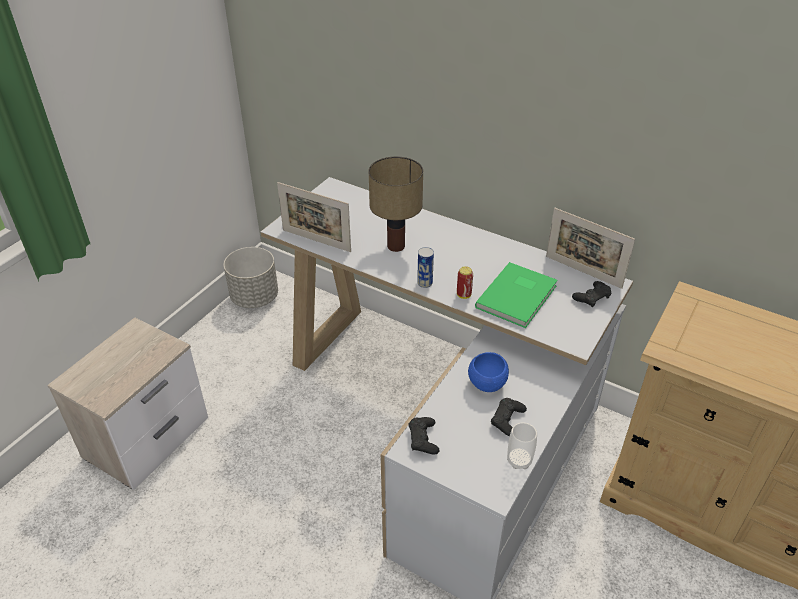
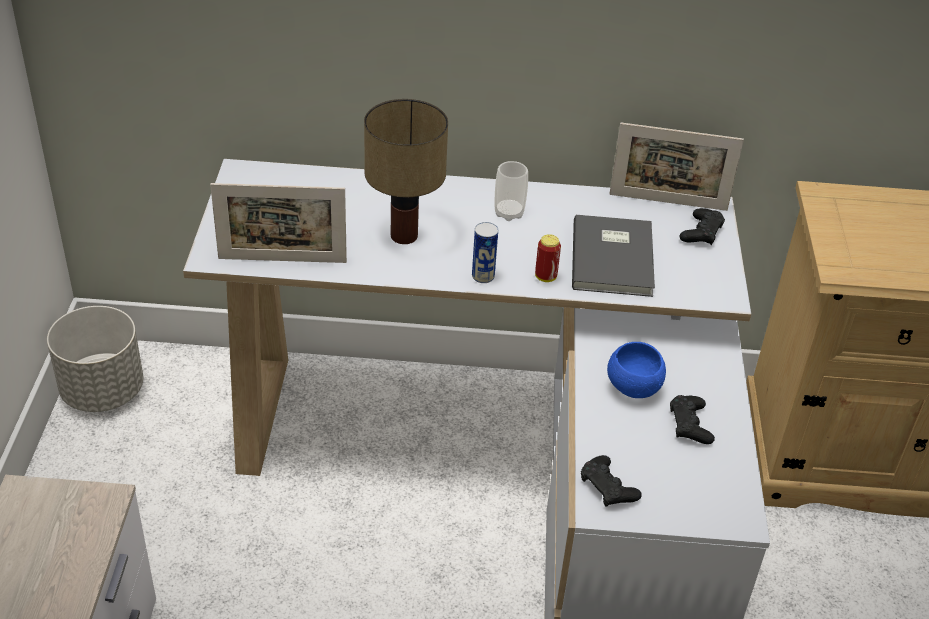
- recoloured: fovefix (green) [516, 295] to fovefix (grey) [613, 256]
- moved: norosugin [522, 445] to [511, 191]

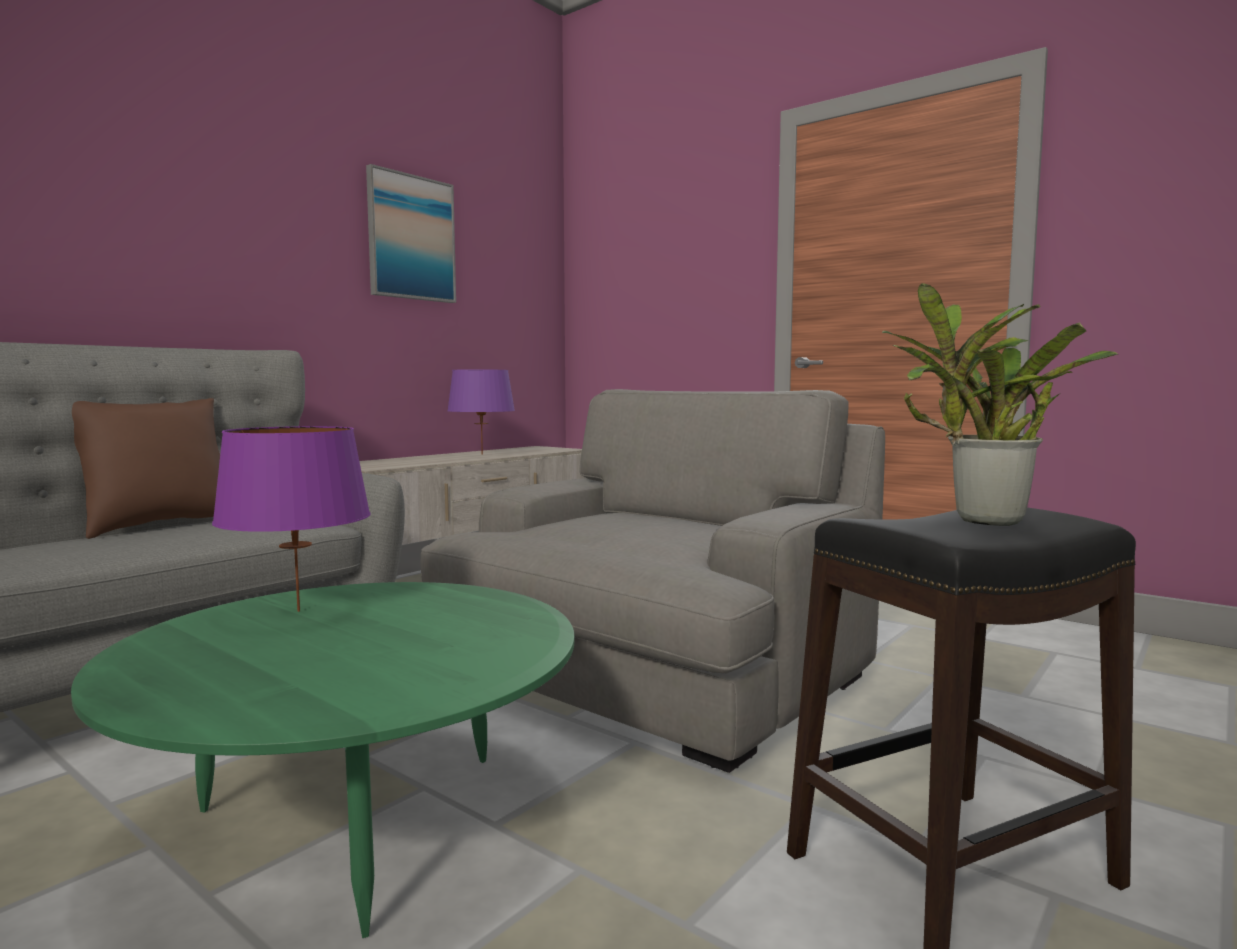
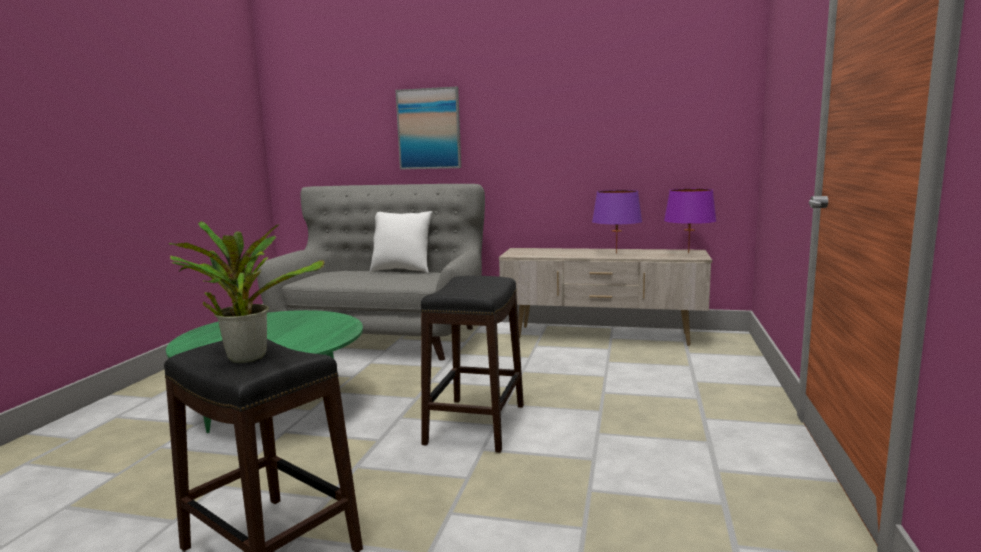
- moved: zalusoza [411, 233] to [428, 128]
- replaced: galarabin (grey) [653, 581] to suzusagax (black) [472, 364]
- recoloured: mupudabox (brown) [146, 468] to mupudabox (white) [401, 242]
- moved: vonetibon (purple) [291, 519] to [690, 221]

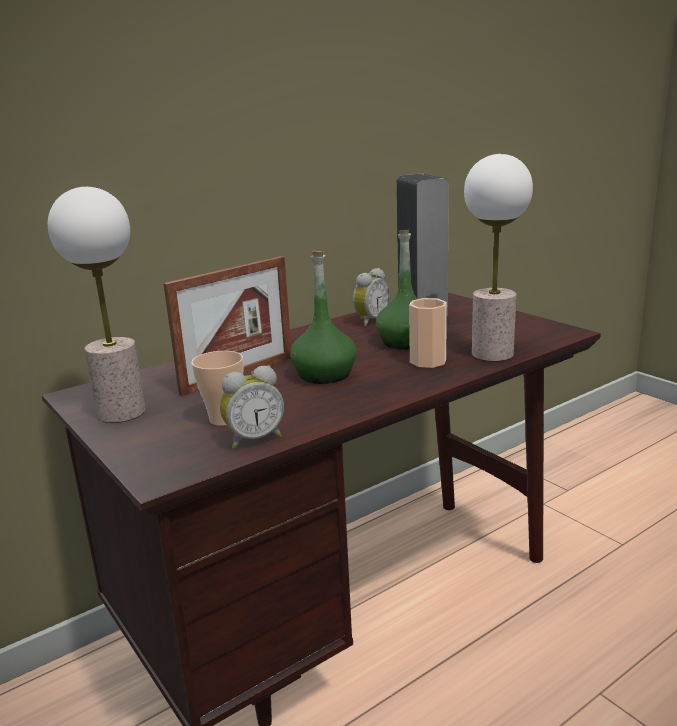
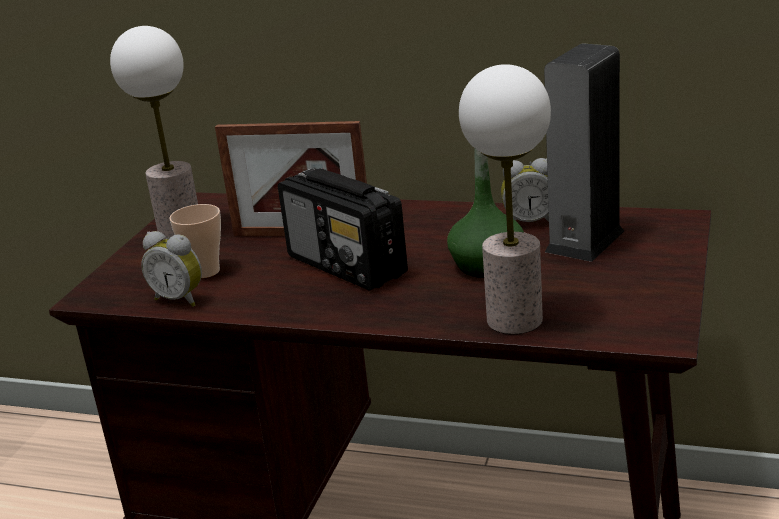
- replaced: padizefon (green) [323, 317] to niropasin [343, 229]
- removed: norosugin [428, 333]

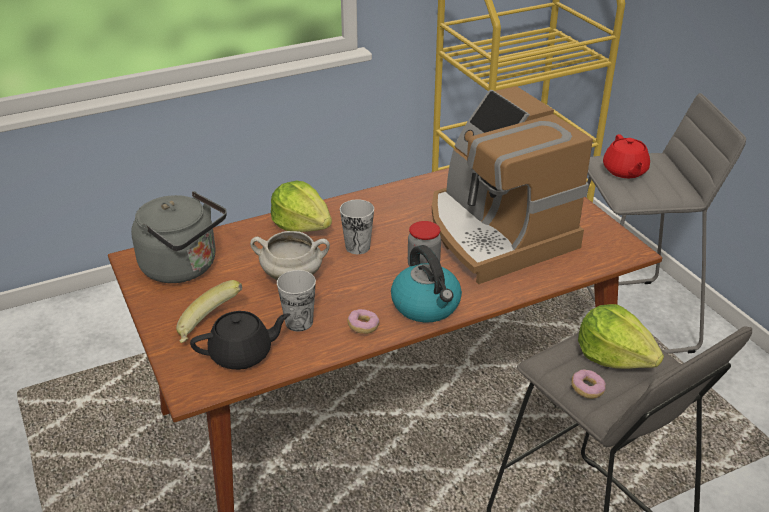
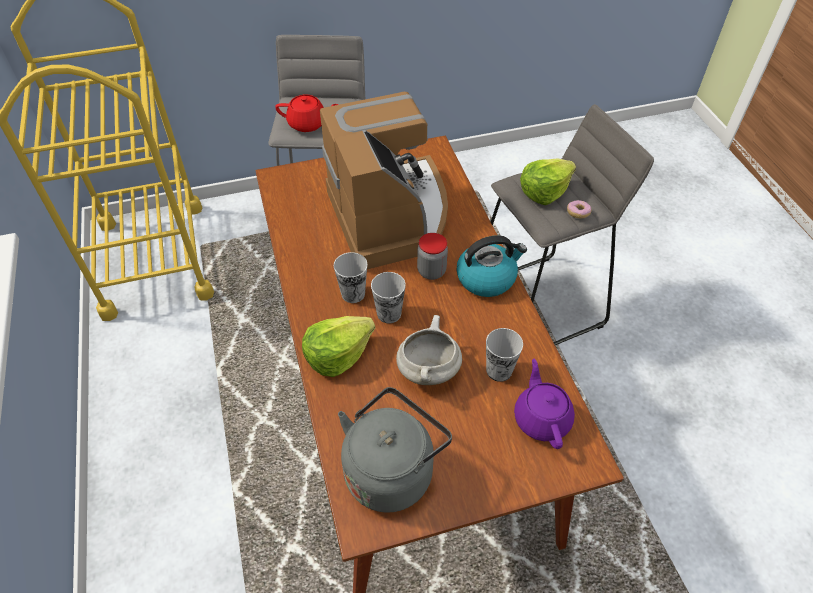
- turned: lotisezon [512, 185] = [384, 180] 90 degrees counterclockwise
- removed: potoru [209, 311]
- removed: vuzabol [363, 321]
- recoloured: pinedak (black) [240, 340] to pinedak (purple) [544, 403]
- added: norosugin [350, 277]

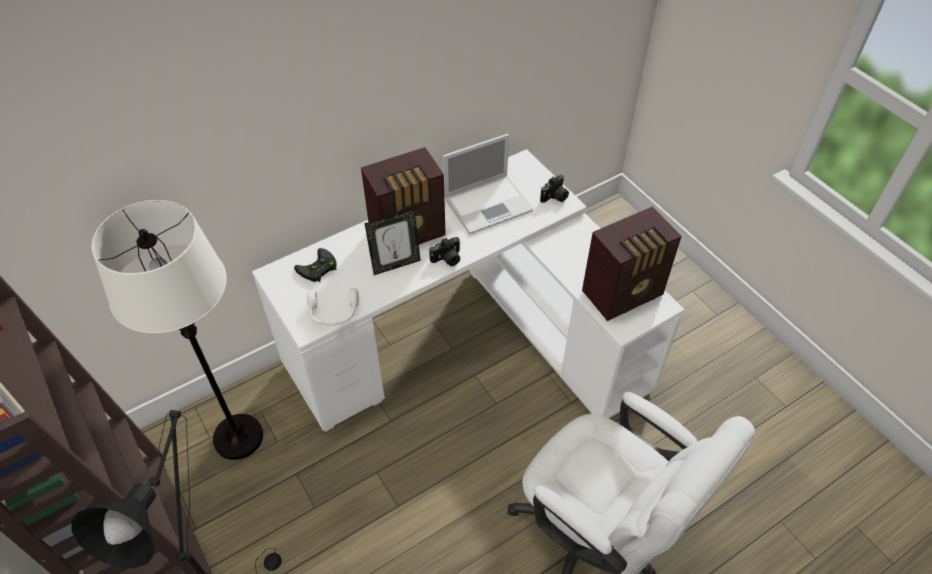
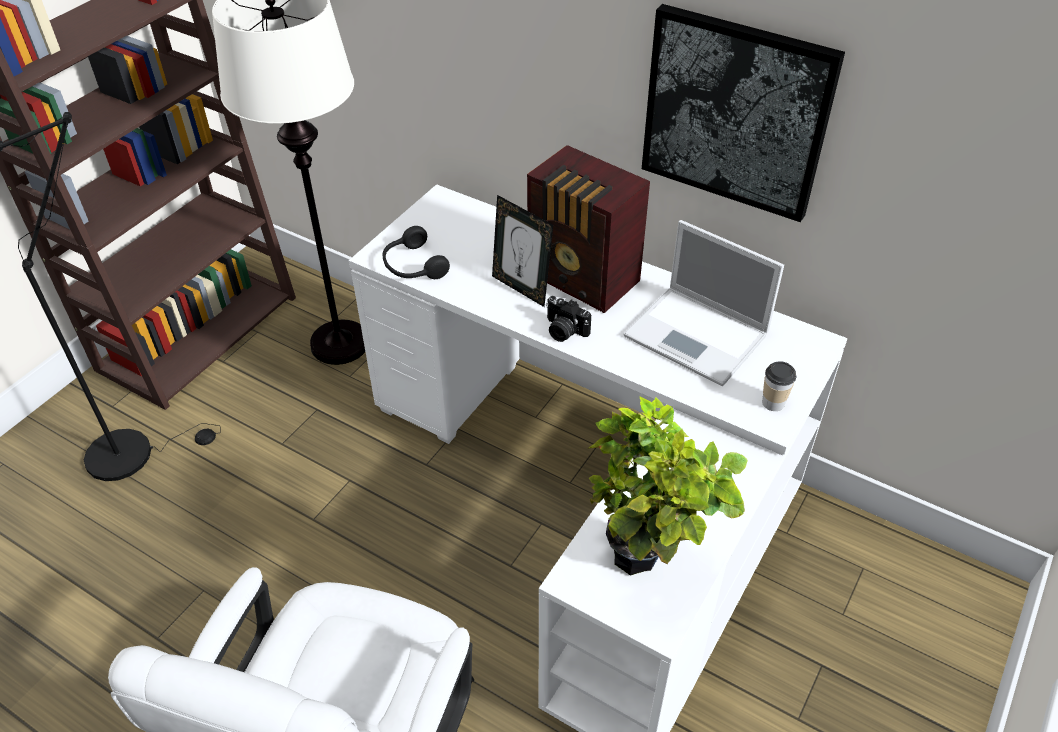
- replaced: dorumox [554, 189] to norosugin [779, 386]
- replaced: niropasin [632, 264] to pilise [667, 485]
- removed: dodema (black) [315, 265]
- recoloured: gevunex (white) [333, 307] to gevunex (black) [416, 252]
- added: zalusoza [743, 113]

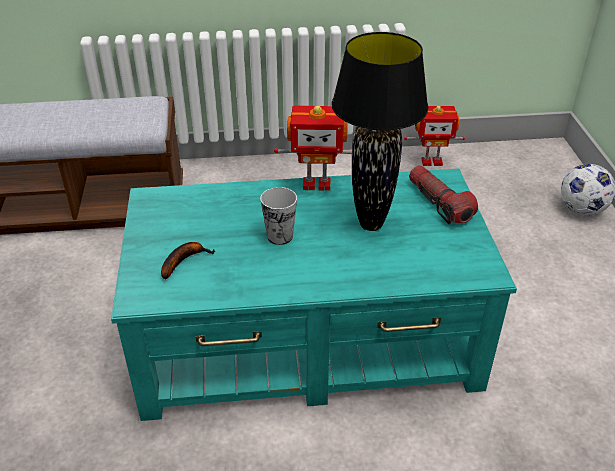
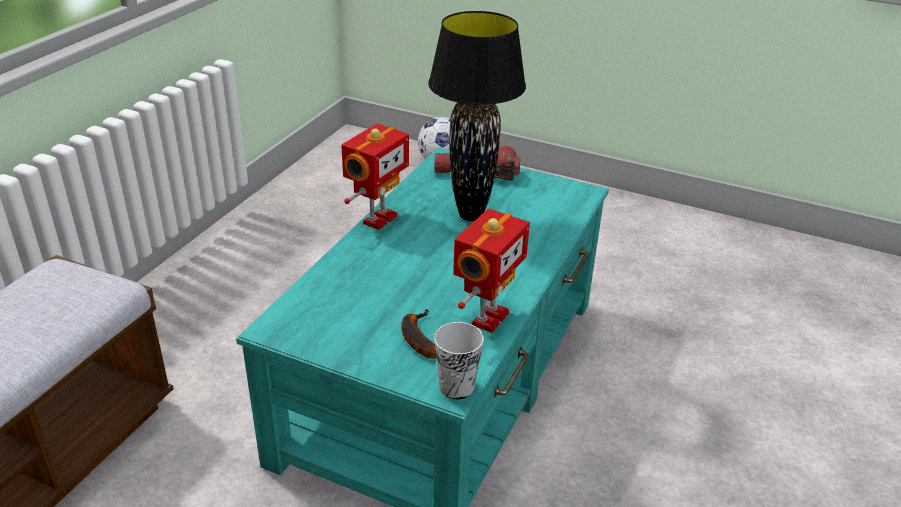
- moved: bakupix [434, 136] to [491, 271]
- moved: norosugin [278, 216] to [459, 361]

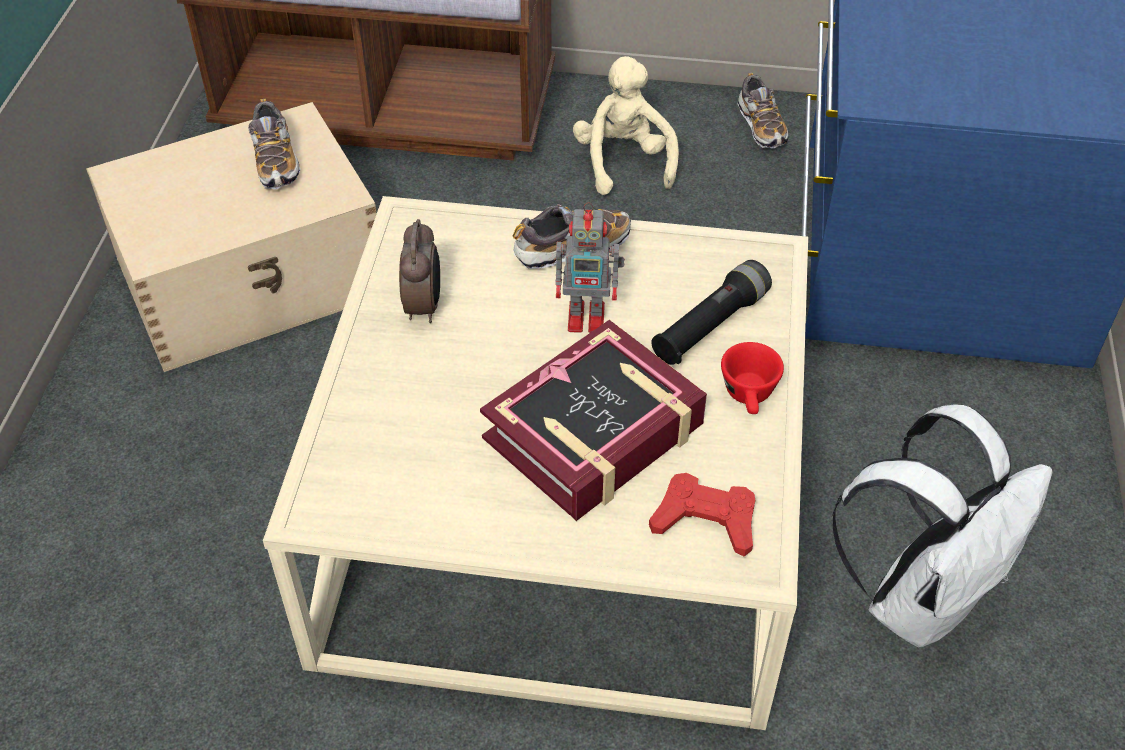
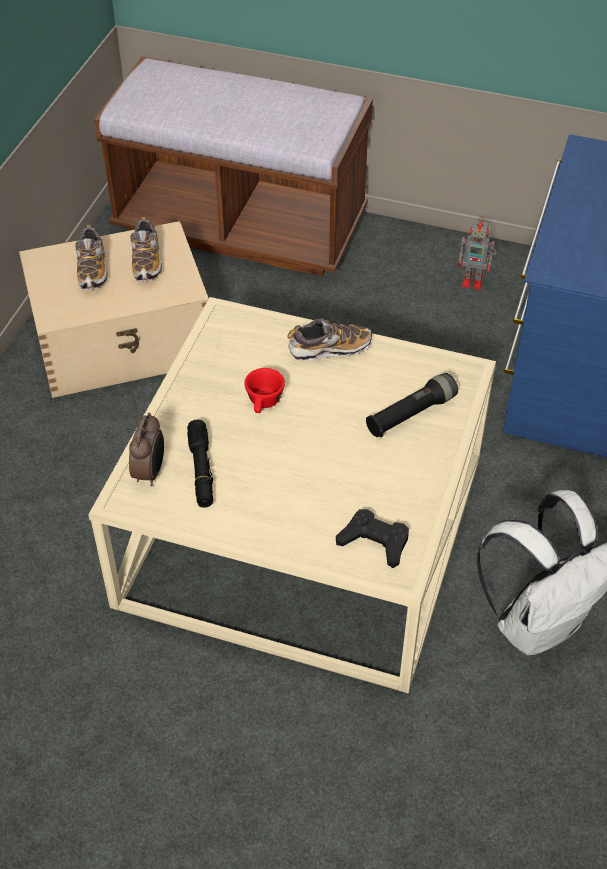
- removed: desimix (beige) [626, 125]
- moved: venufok [763, 111] to [91, 257]
- moved: bakupix [590, 267] to [477, 253]
- moved: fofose [419, 271] to [146, 449]
- removed: fovefix [593, 420]
- moved: norosugin (red) [752, 378] to [264, 390]
- recoloured: dodema (red) [702, 515] to dodema (black) [372, 538]
- added: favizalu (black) [200, 464]

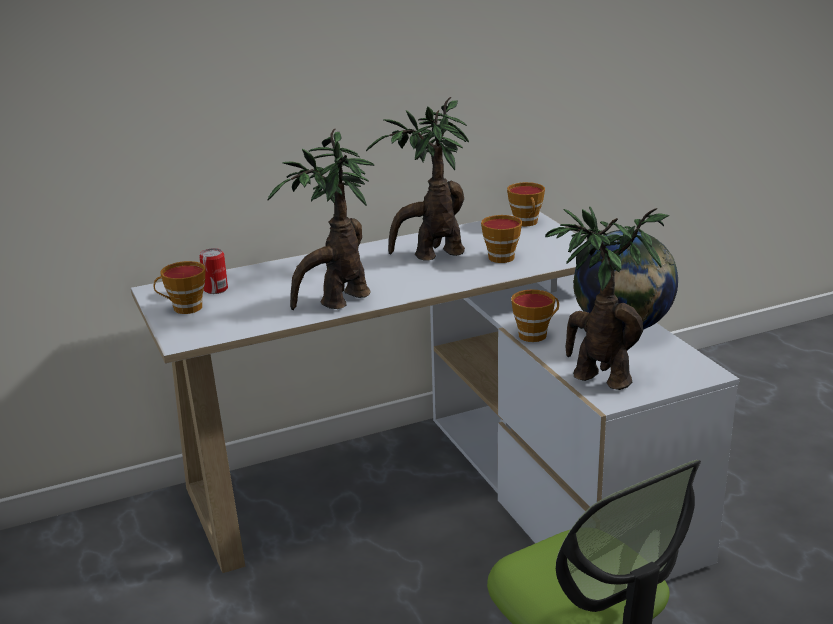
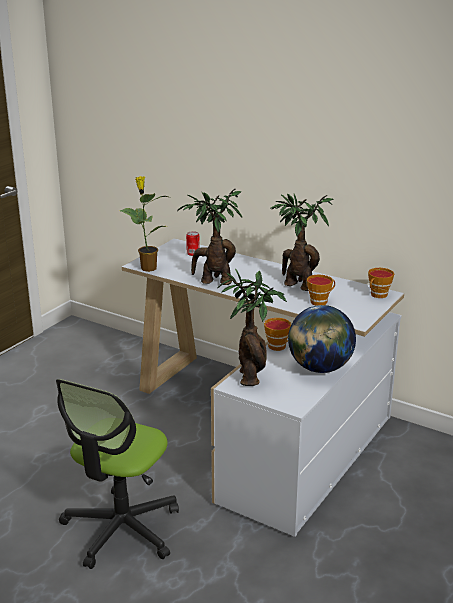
- removed: norosugin [179, 287]
- added: pilise [146, 224]

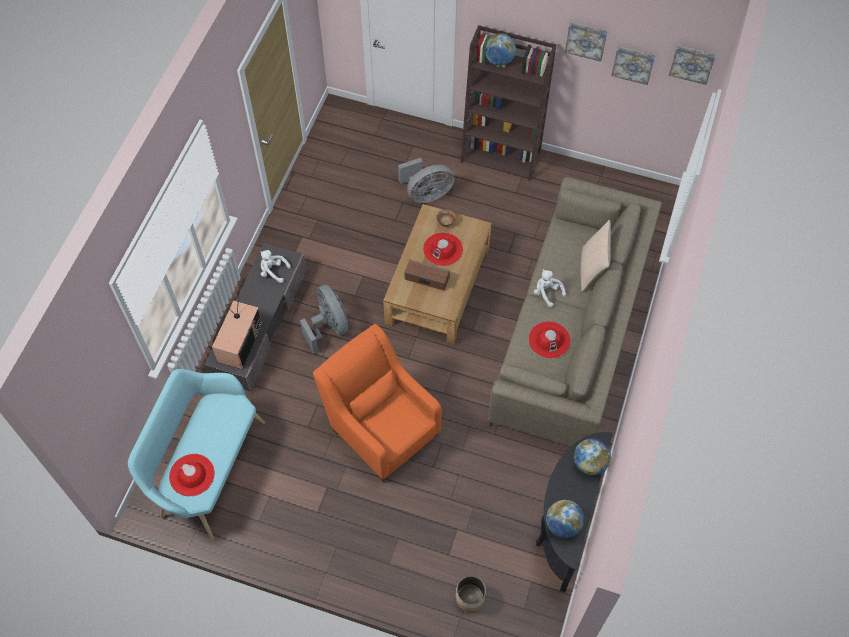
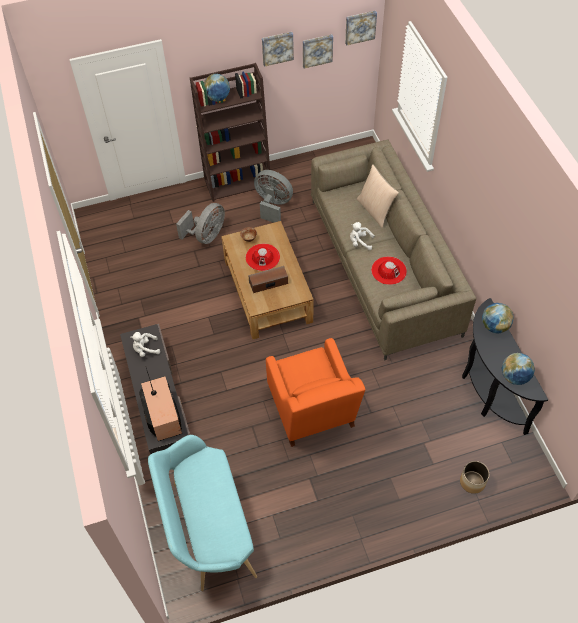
- moved: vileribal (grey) [324, 319] to [273, 196]
- turned: galarabin (orange) [377, 403] = [315, 392] 120 degrees counterclockwise
- removed: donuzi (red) [192, 475]

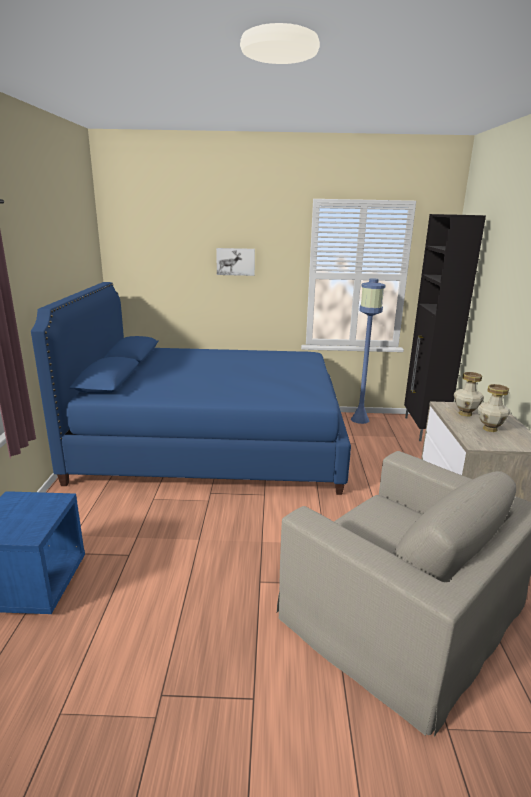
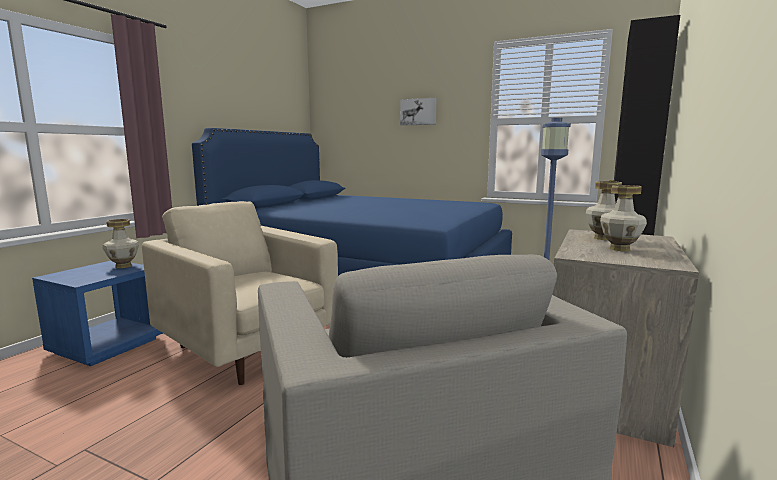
- added: galarabin (beige) [240, 293]
- added: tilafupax [121, 243]

